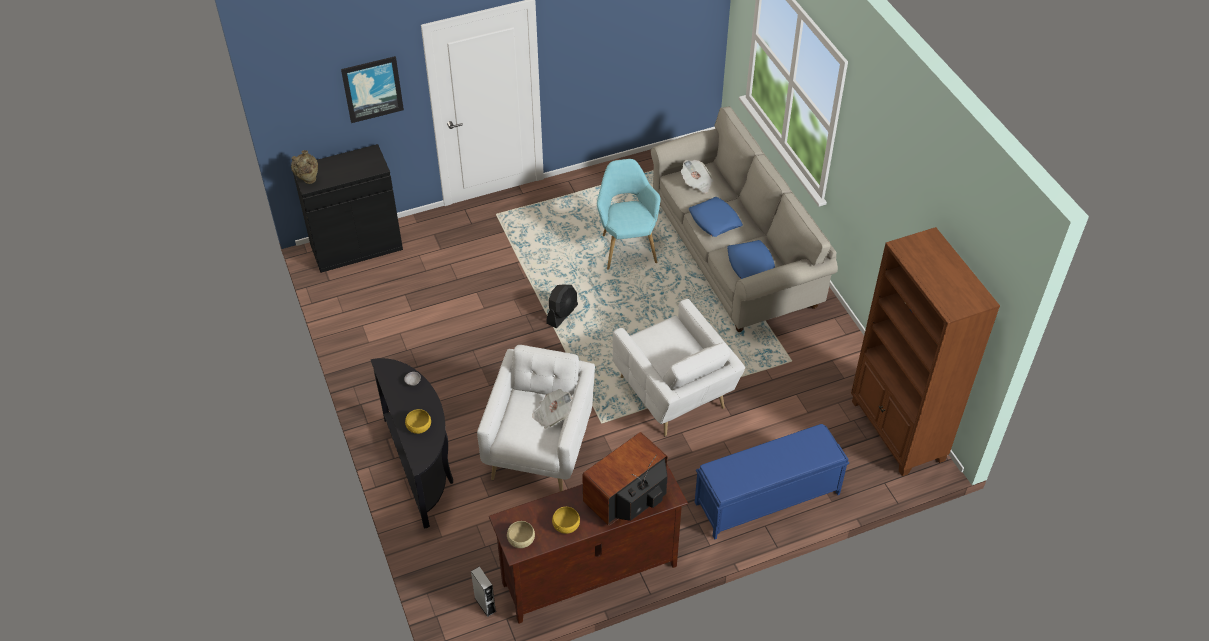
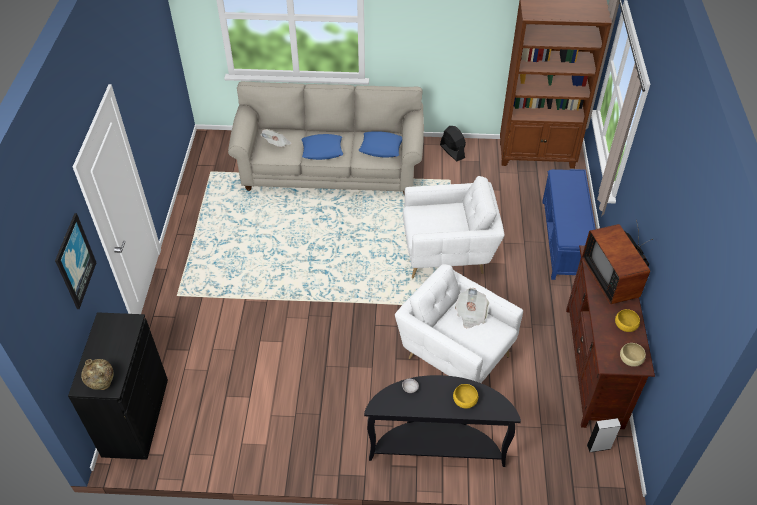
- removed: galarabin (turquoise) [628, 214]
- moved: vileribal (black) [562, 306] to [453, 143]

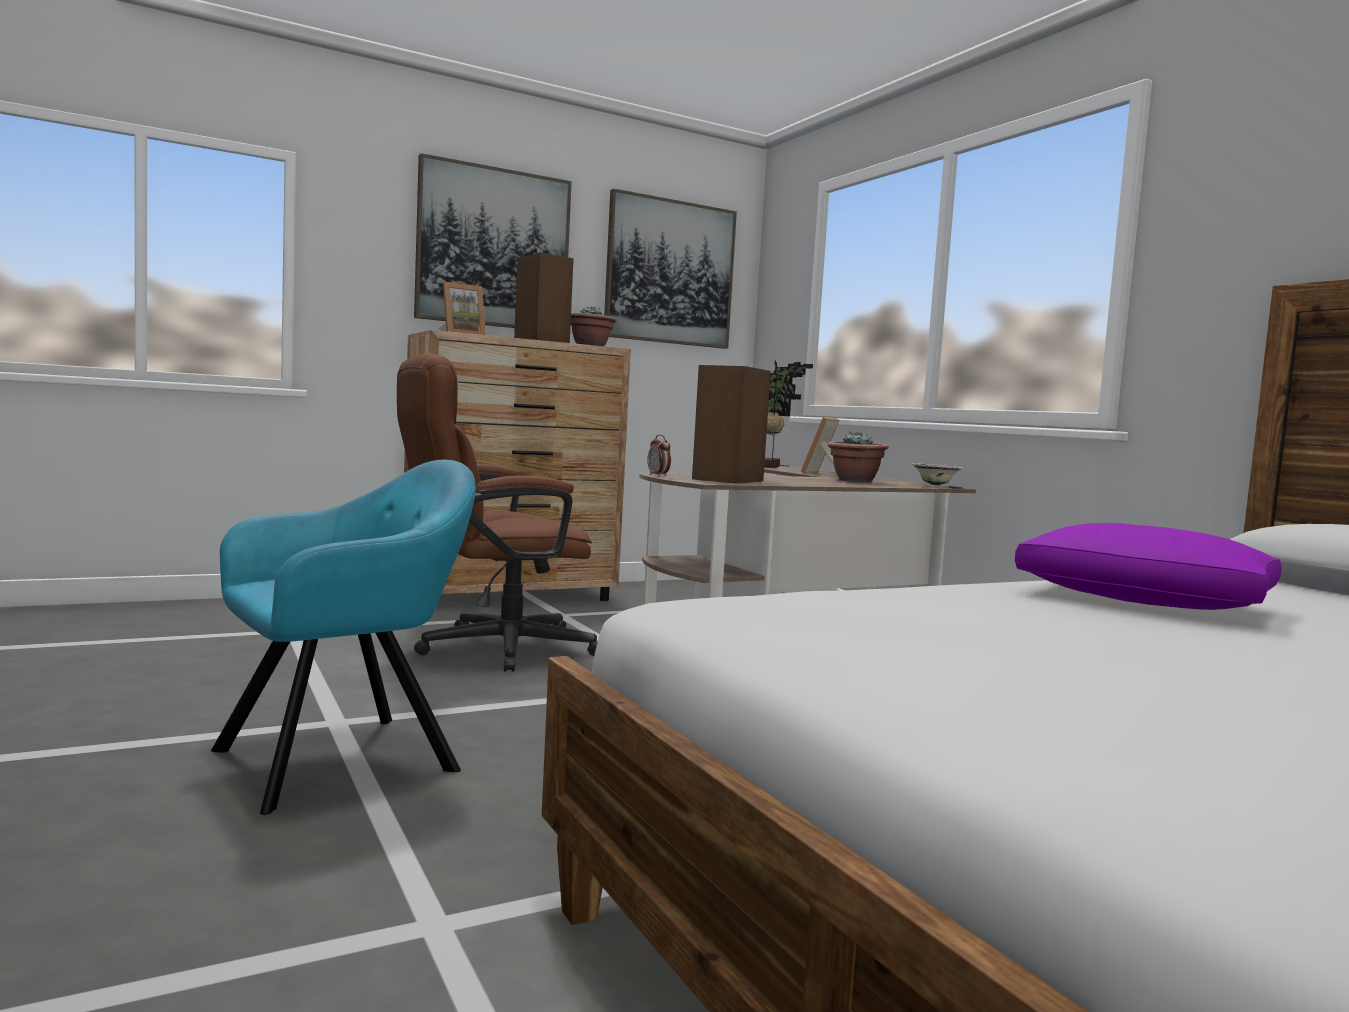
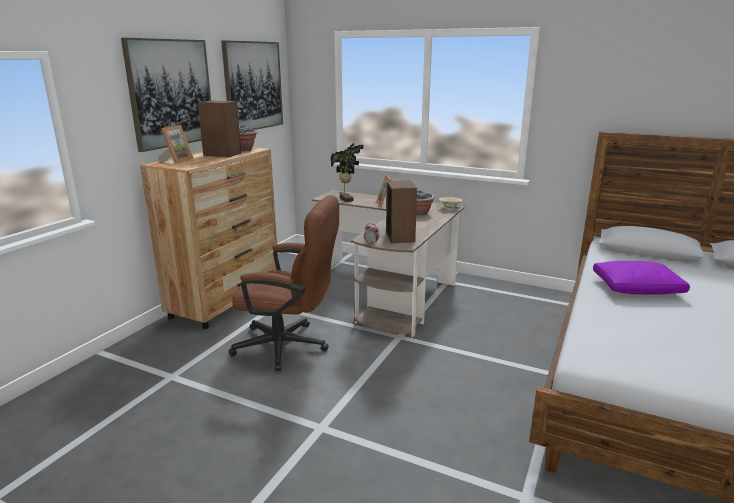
- turned: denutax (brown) [497, 512] = [284, 283] 105 degrees counterclockwise
- removed: galarabin (turquoise) [343, 637]

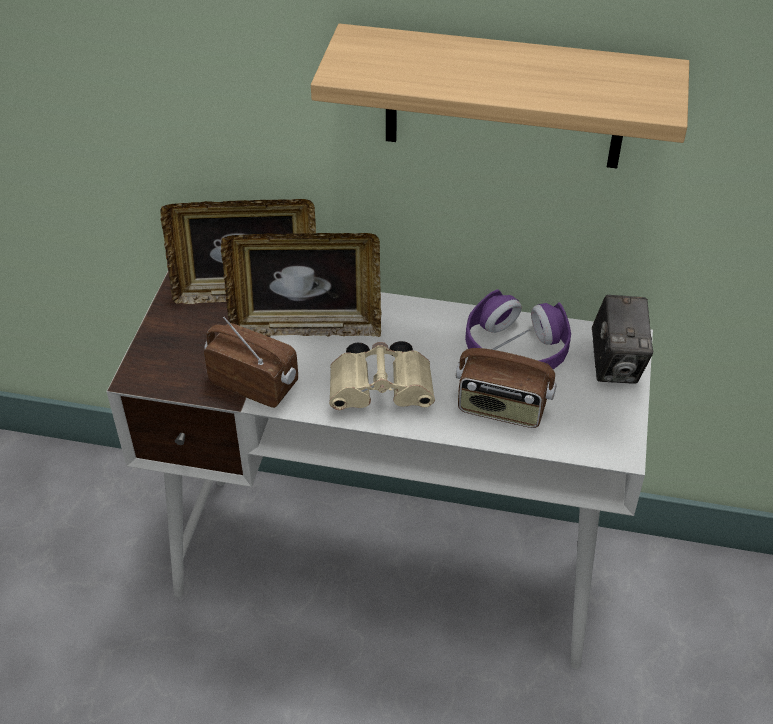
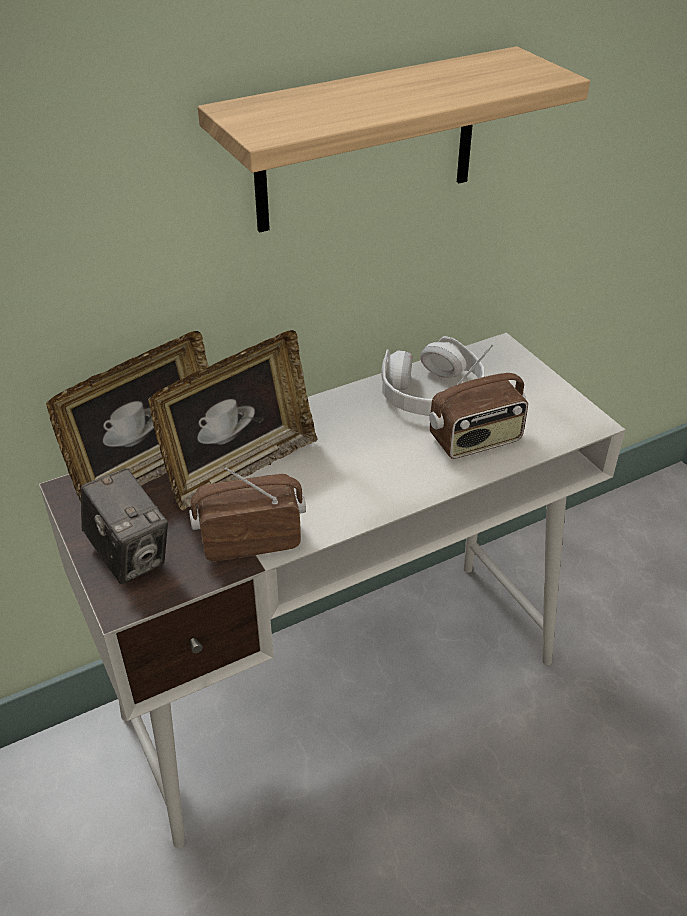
- recoloured: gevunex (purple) [518, 329] to gevunex (white) [433, 376]
- moved: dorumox [622, 339] to [124, 526]
- removed: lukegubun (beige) [382, 375]

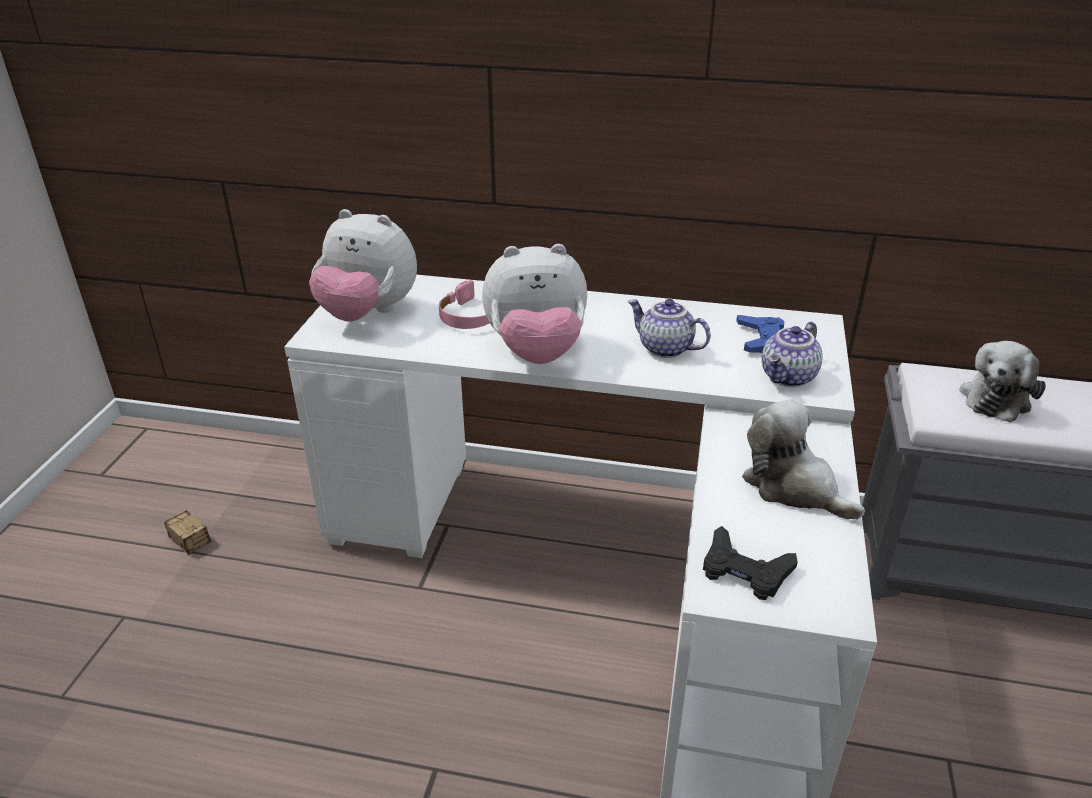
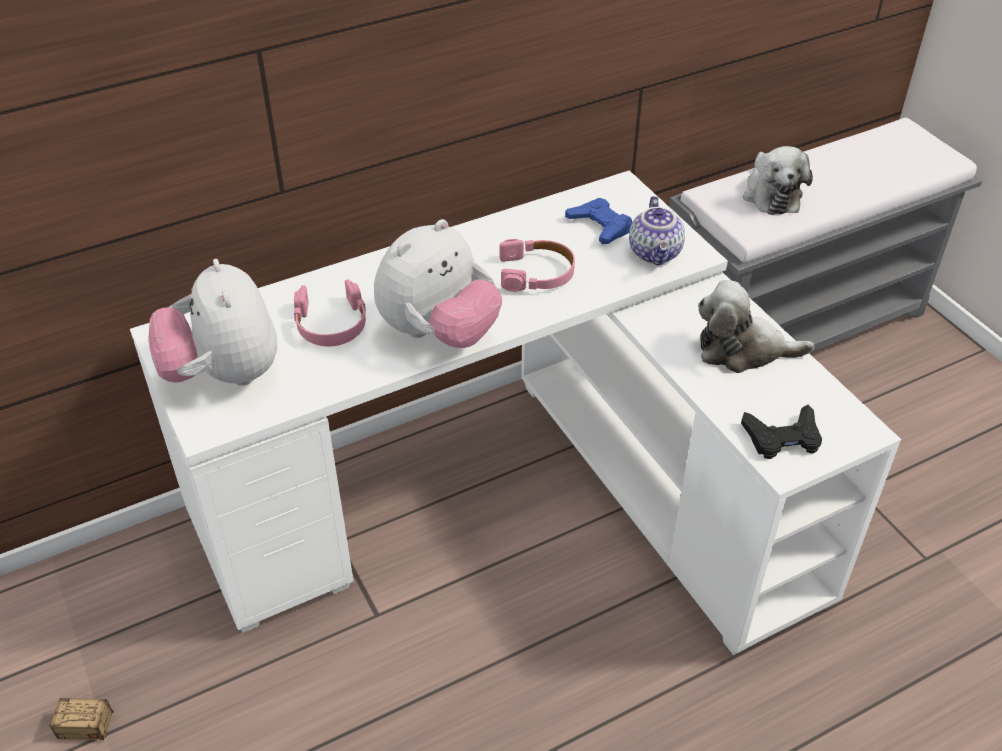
- turned: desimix [363, 265] = [212, 322] 90 degrees clockwise
- replaced: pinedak [669, 328] to gevunex (pink) [537, 265]

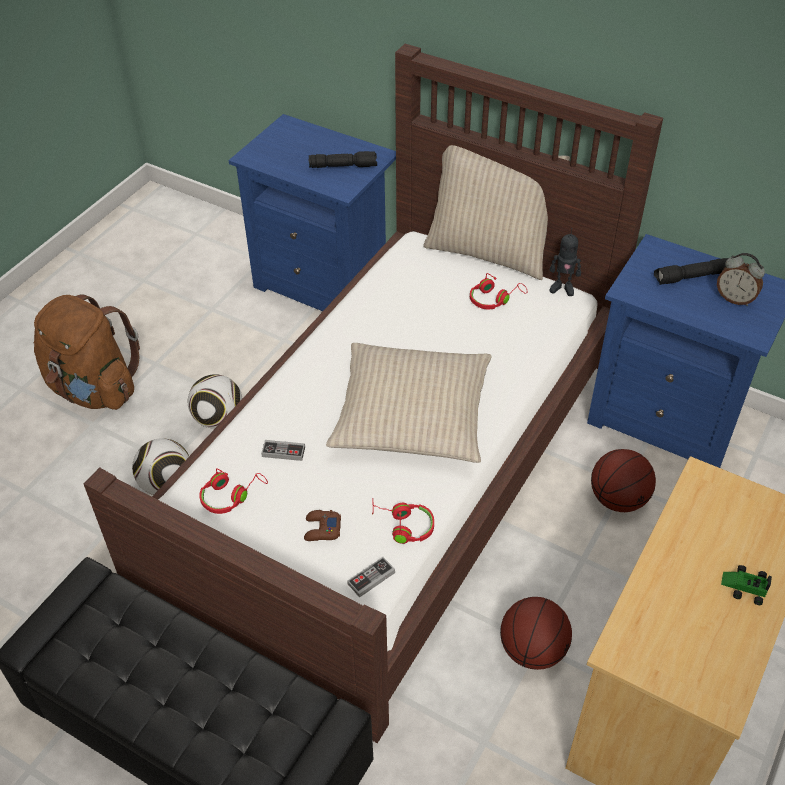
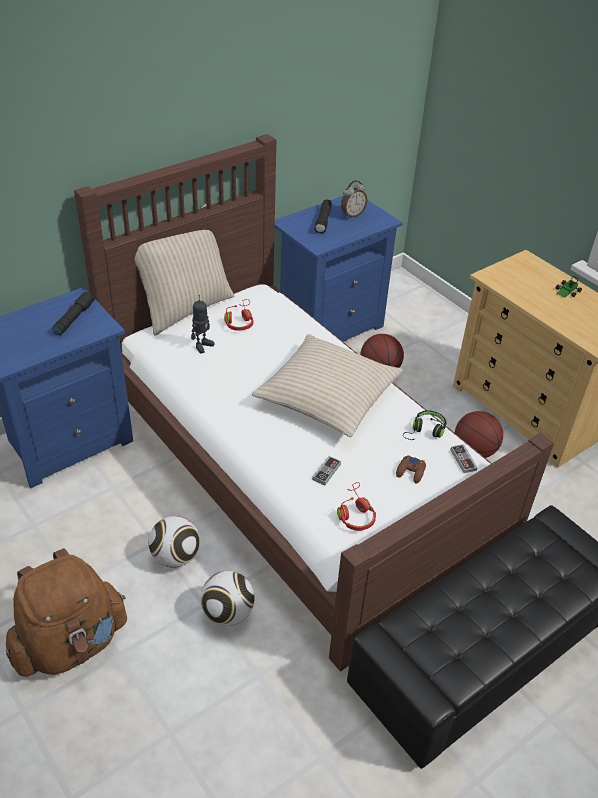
- moved: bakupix [565, 262] to [202, 324]
- recoloured: gevunex (red) [403, 521] to gevunex (black) [425, 425]

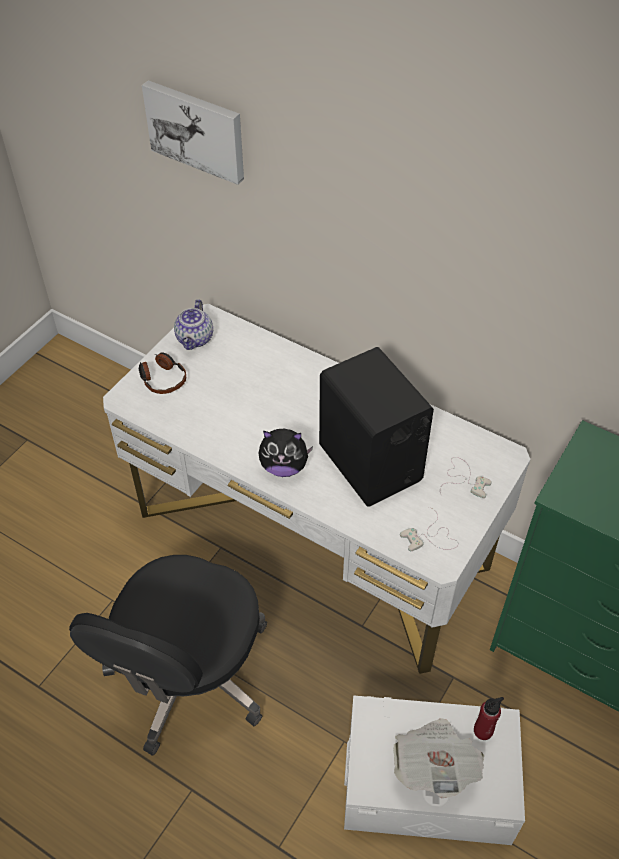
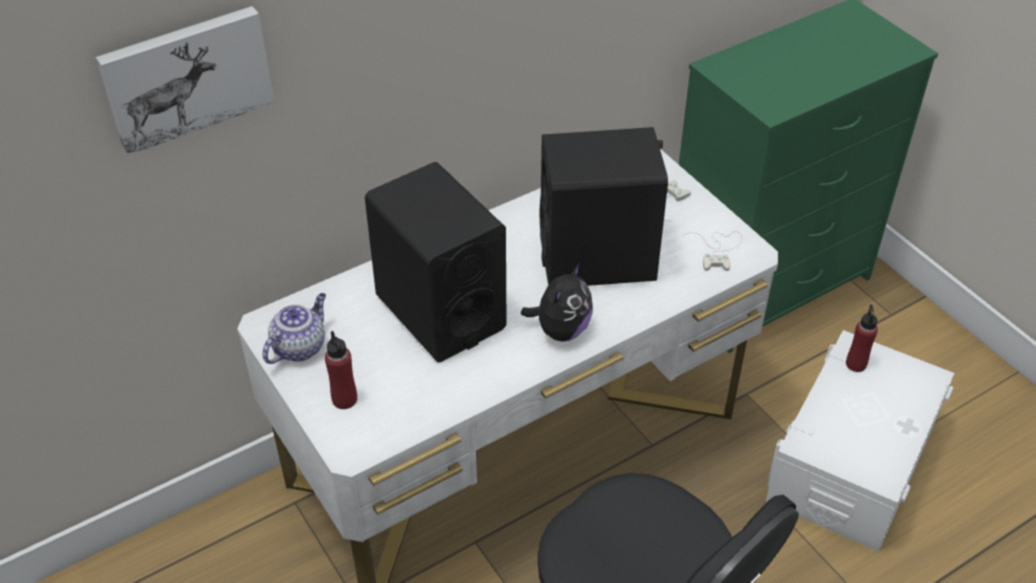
- turned: pinedak [193, 324] = [294, 328] 90 degrees counterclockwise
- replaced: gevunex [162, 373] to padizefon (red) [341, 370]
- removed: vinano [438, 758]
- added: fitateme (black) [435, 262]

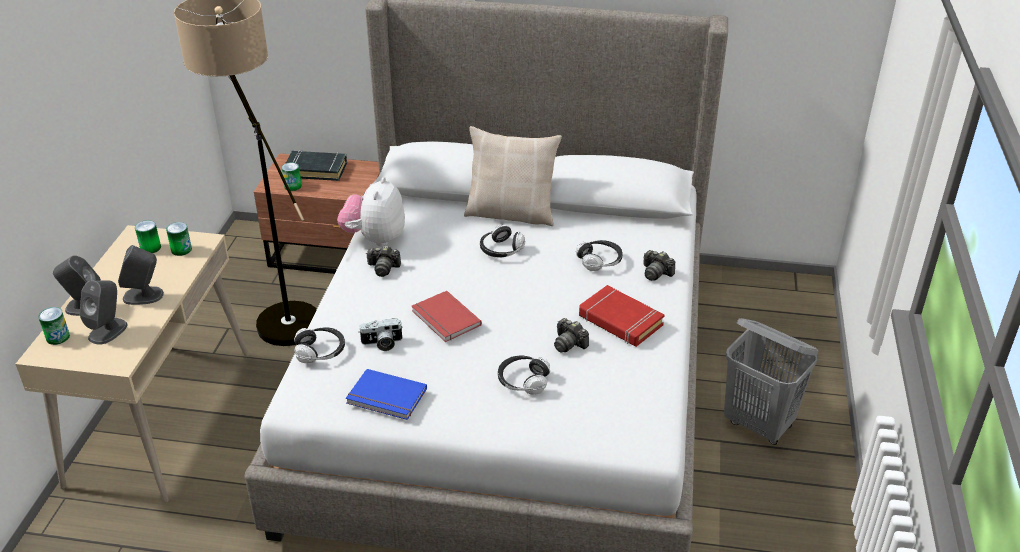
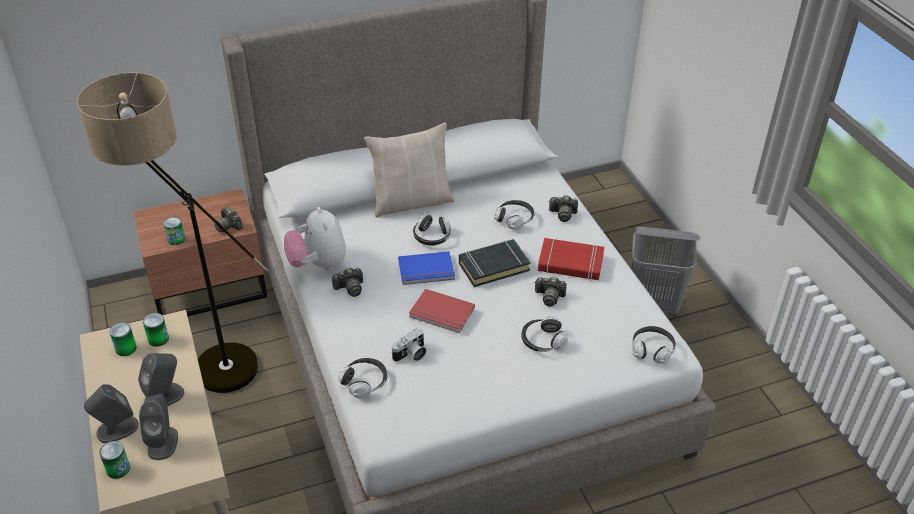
- moved: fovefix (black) [316, 165] to [495, 263]
- moved: fovefix (blue) [386, 394] to [426, 268]
- added: dorumox [229, 219]
- added: gevunex [654, 345]

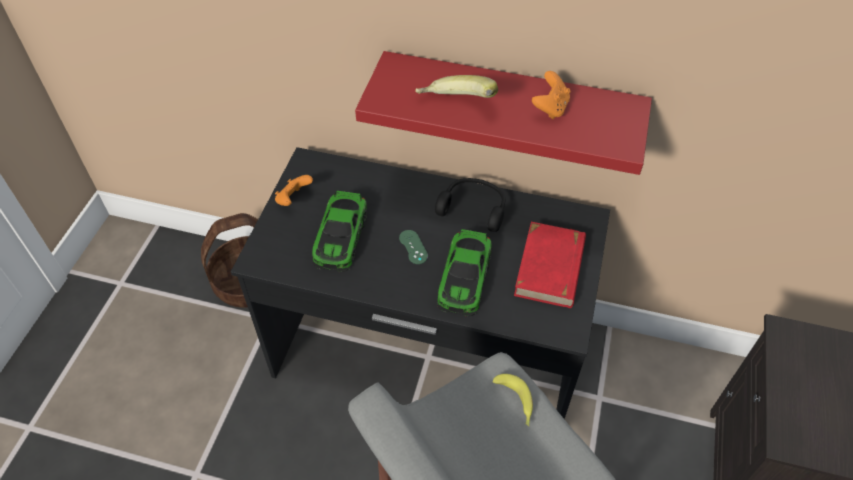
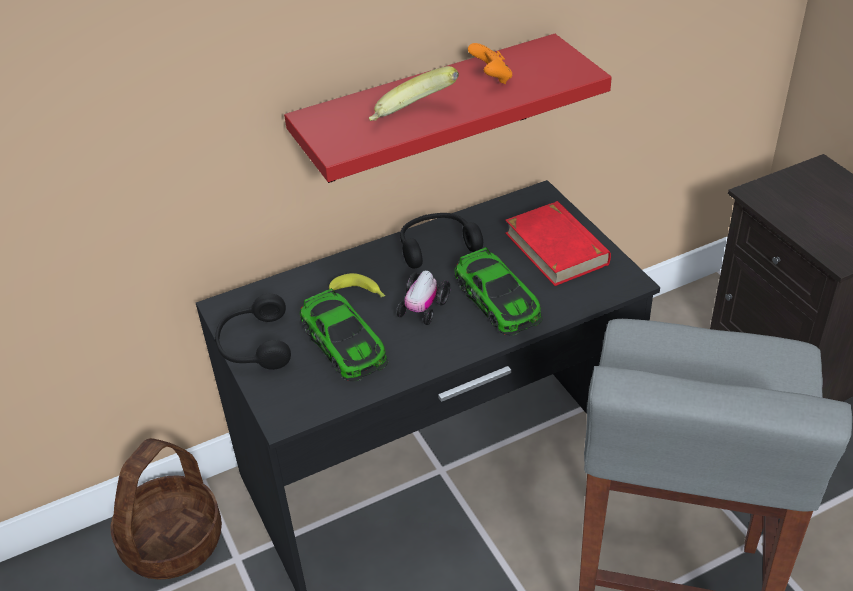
- replaced: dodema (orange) [294, 190] to gevunex (black) [253, 332]
- replaced: dodema (green) [413, 247] to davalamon [423, 297]
- moved: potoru [513, 400] to [357, 285]

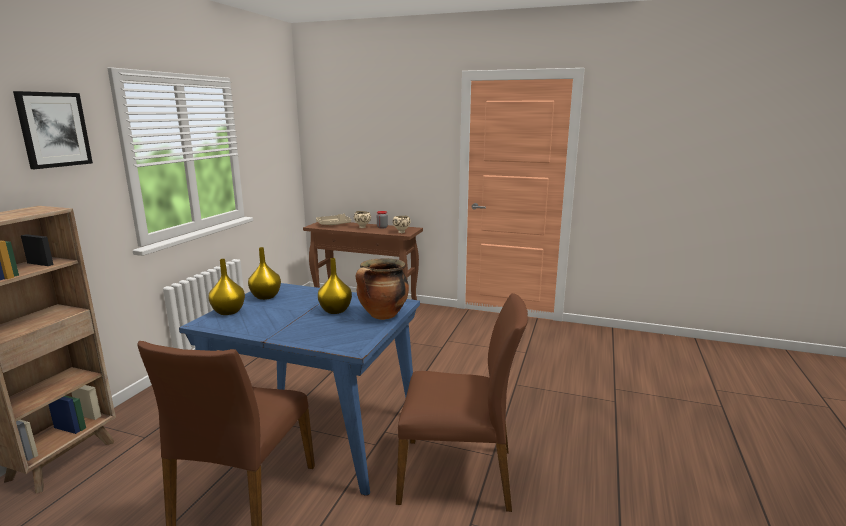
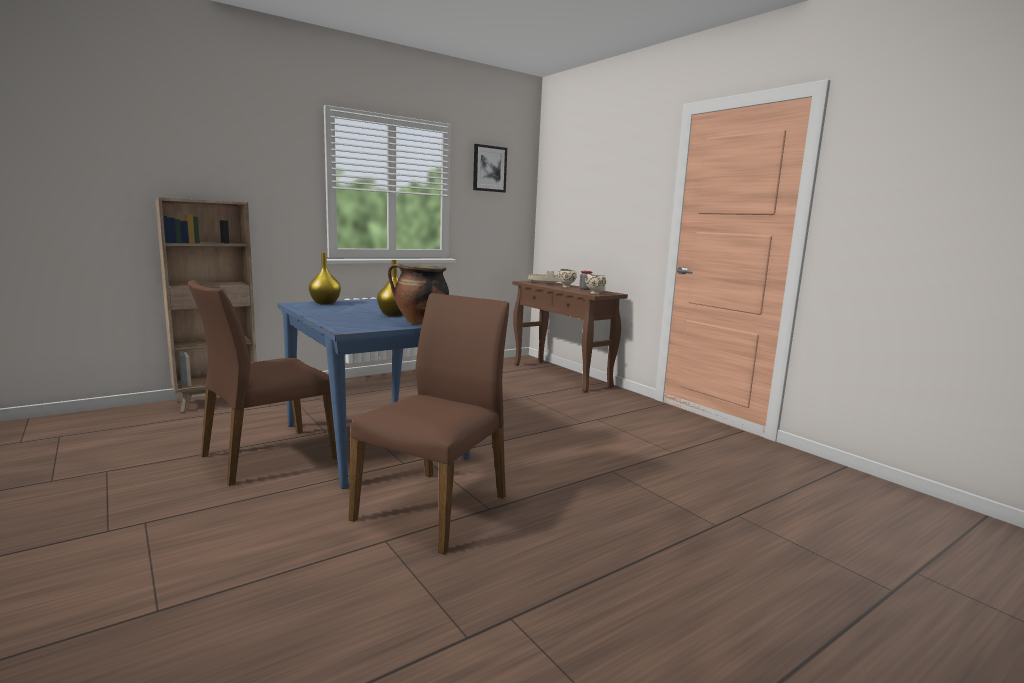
- moved: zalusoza [53, 130] to [490, 168]
- removed: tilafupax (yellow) [264, 273]
- turned: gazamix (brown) [462, 402] = [429, 424] 105 degrees counterclockwise

